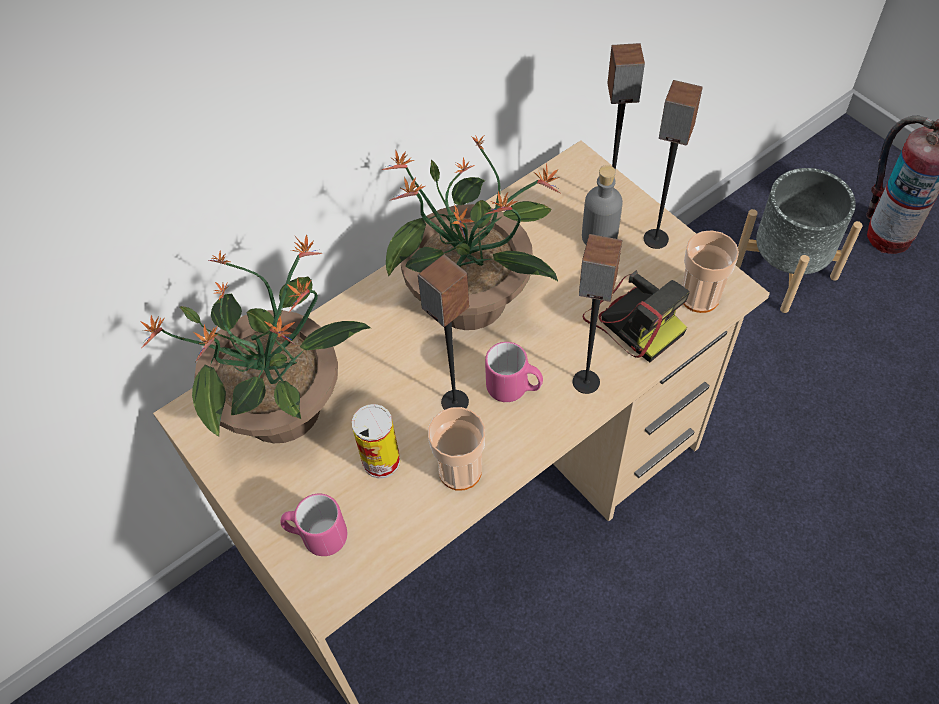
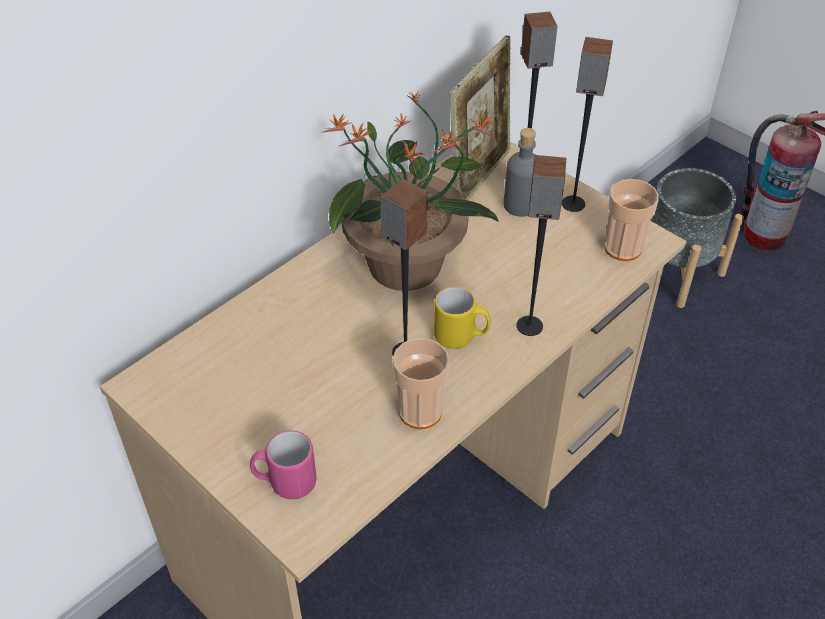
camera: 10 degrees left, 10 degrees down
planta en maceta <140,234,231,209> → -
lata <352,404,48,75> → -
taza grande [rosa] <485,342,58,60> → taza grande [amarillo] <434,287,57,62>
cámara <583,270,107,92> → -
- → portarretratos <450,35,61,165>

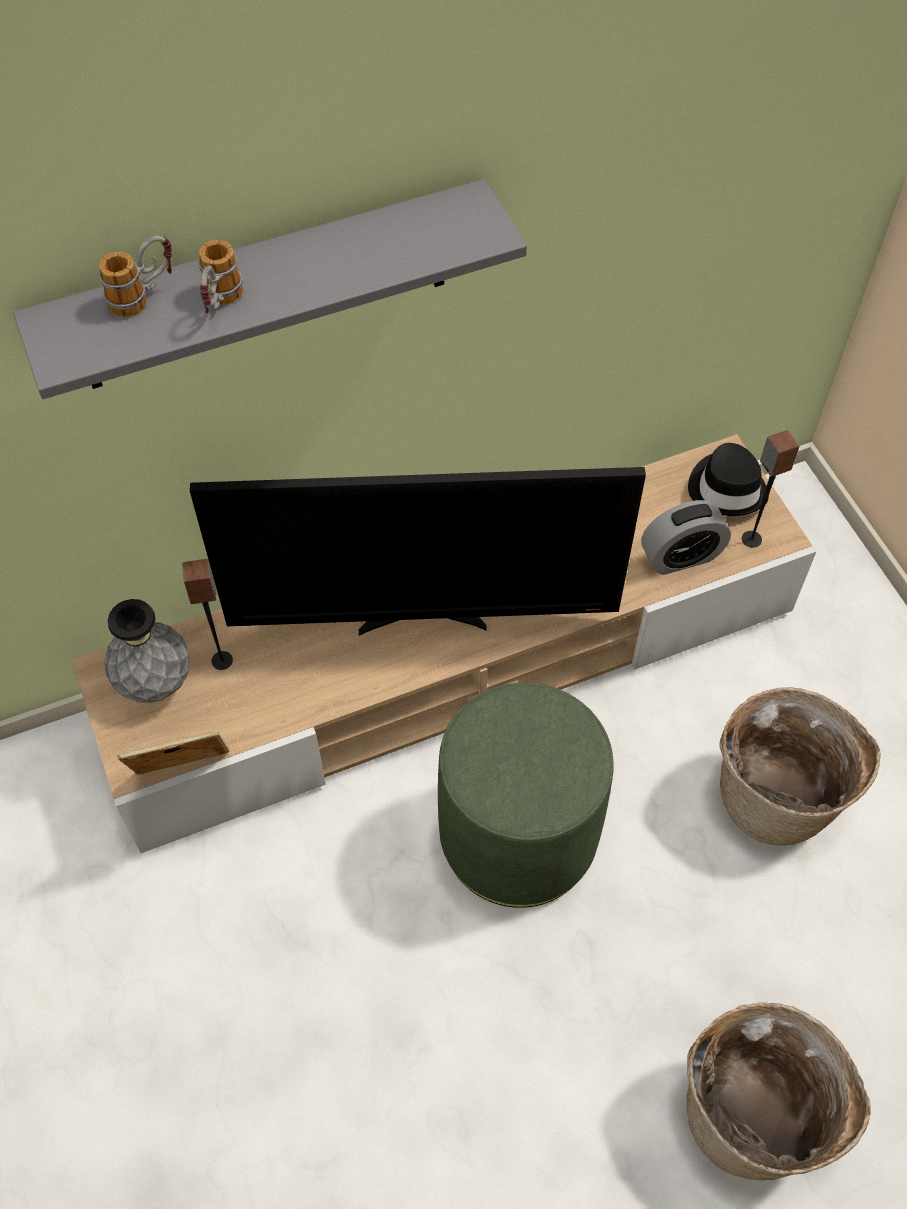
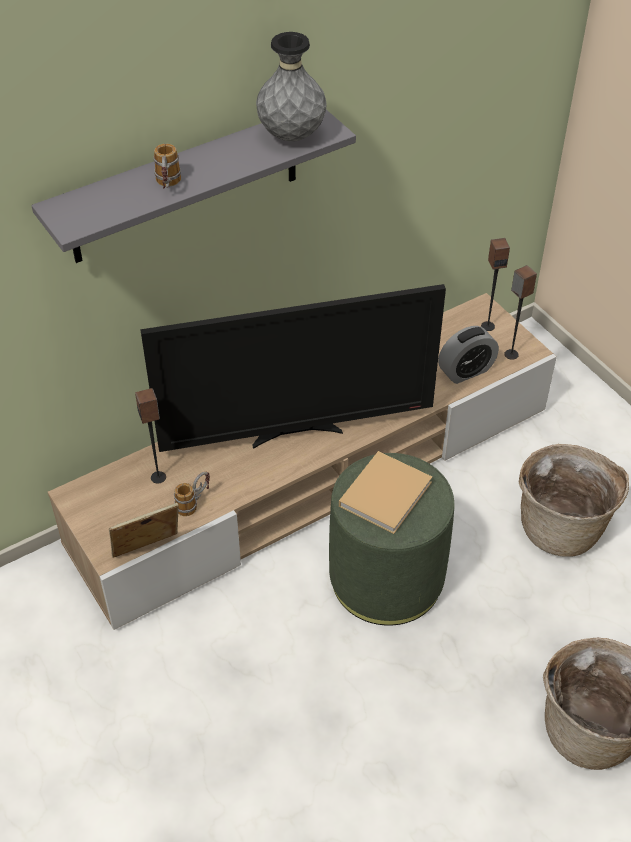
camera: 10 degrees left, 10 degrees down
taza grande <99,236,73,81> → taza grande <174,472,36,44>, moved
florero [gris] <105,599,85,104> → florero [gris] <256,32,71,110>, moved
sombrero [negro] <688,443,81,73> → altavoz <481,238,29,93>
- → libro [beis] <339,451,93,83>

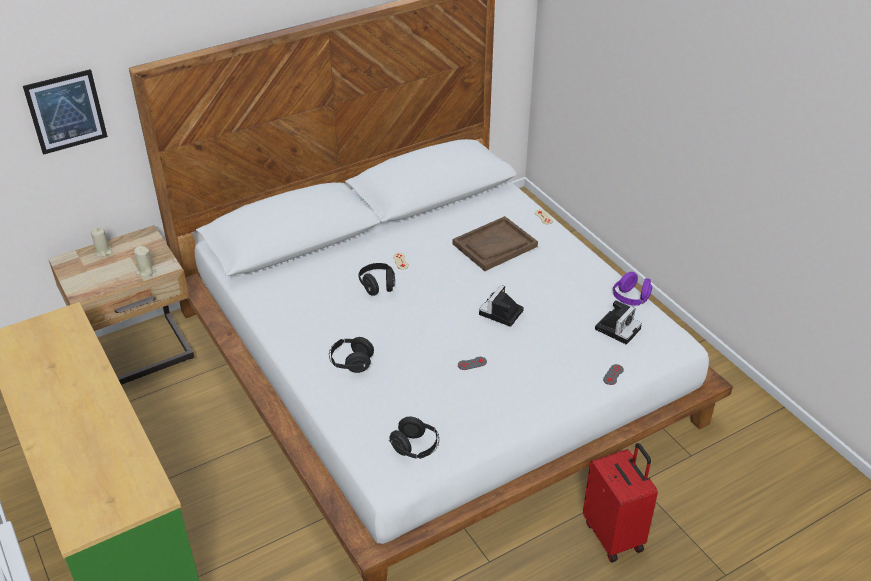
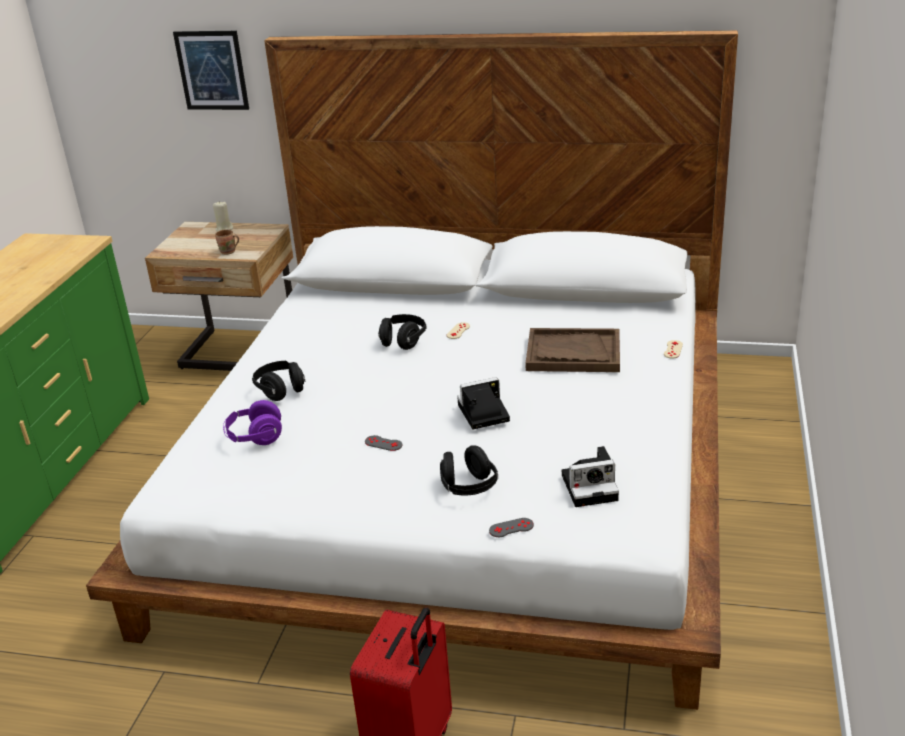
camera: 45 degrees right, 10 degrees down
vela [beis] <134,246,21,31> → taza grande [marrón] <215,229,24,26>
auriculares [negro] <389,417,50,42> → auriculares [negro] <440,445,58,51>, moved
auriculares [morado] <612,272,40,34> → auriculares [morado] <223,400,59,45>, moved

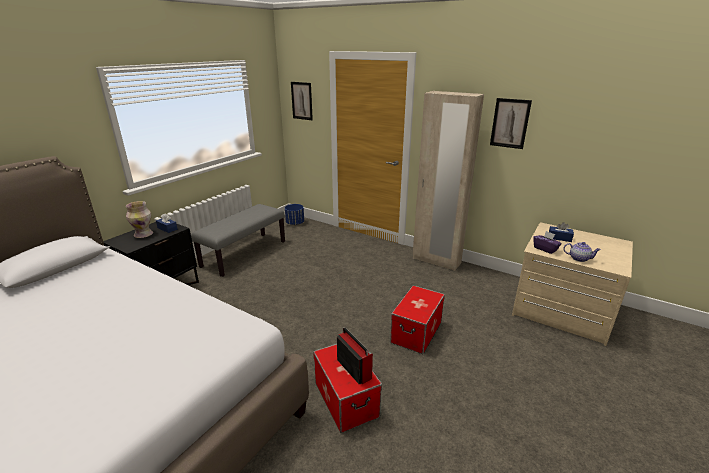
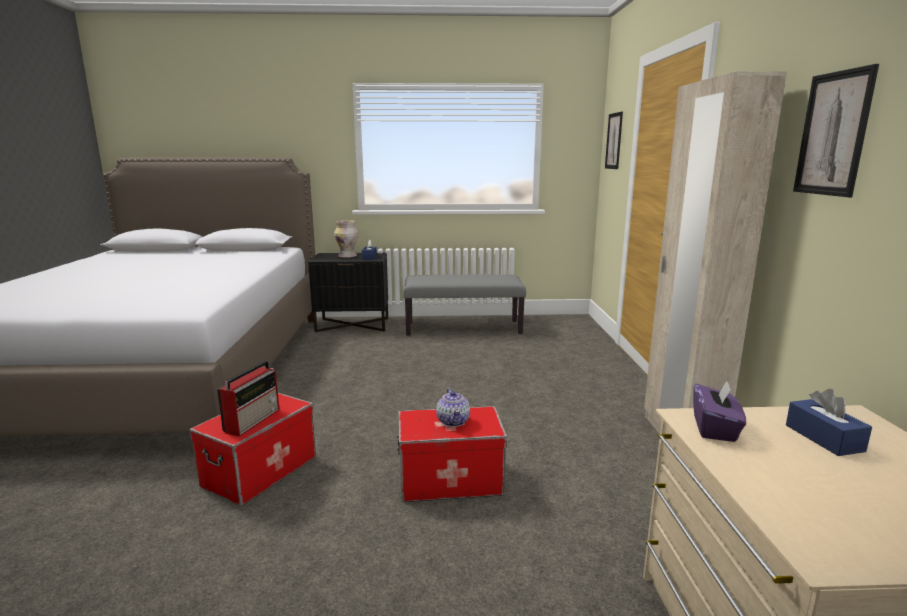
camera: 55 degrees right, 10 degrees down
maceta [azul] <285,204,19,21> → -
tetera <563,242,38,20> → tetera <436,389,34,38>, moved

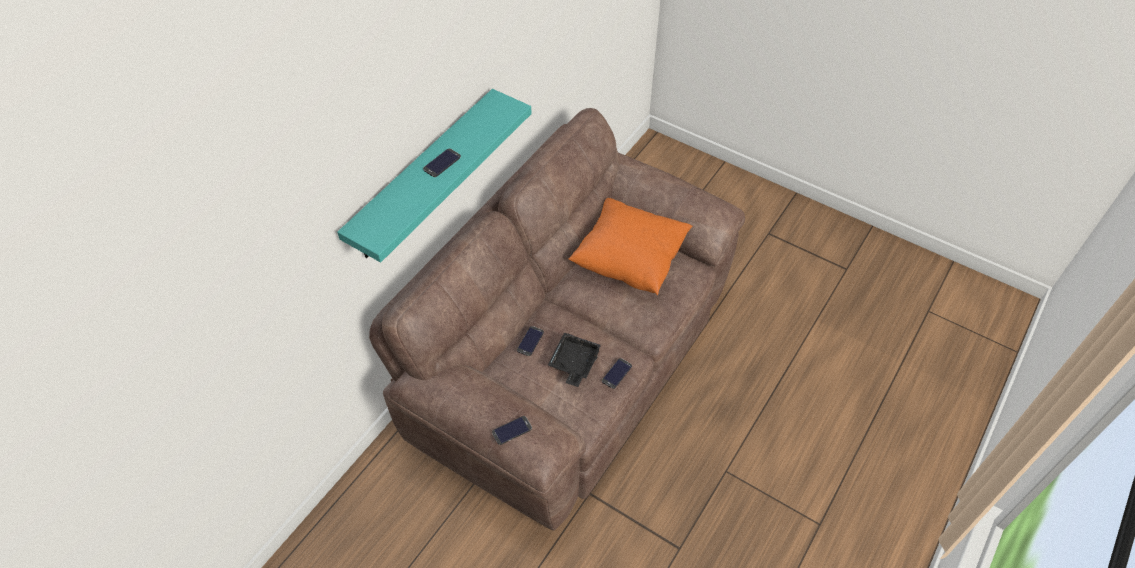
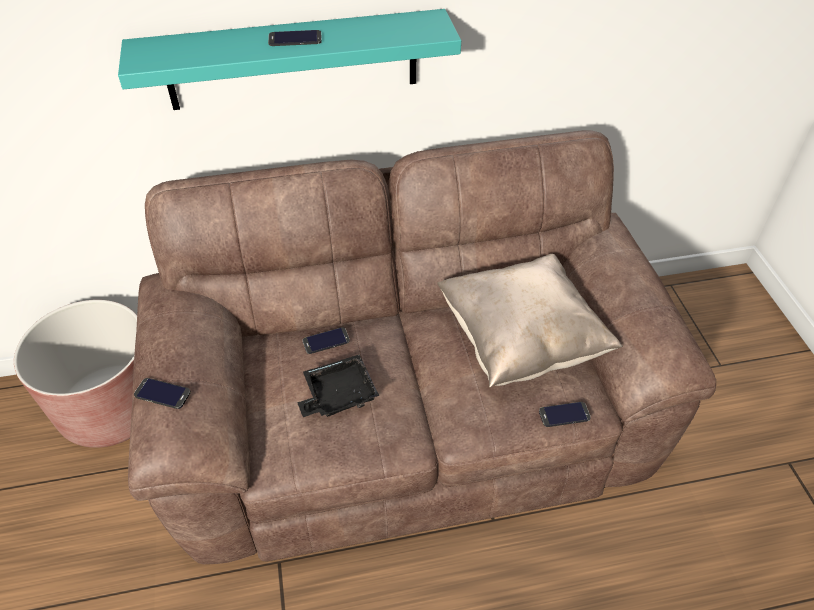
camera: 45 degrees right, 5 degrees down
cojín [naranja] <568,198,124,97> → cojín [beis] <437,254,186,134>
móvil <602,358,30,31> → móvil <539,402,52,25>, moved
- → maceta [marrón] <14,300,123,148>

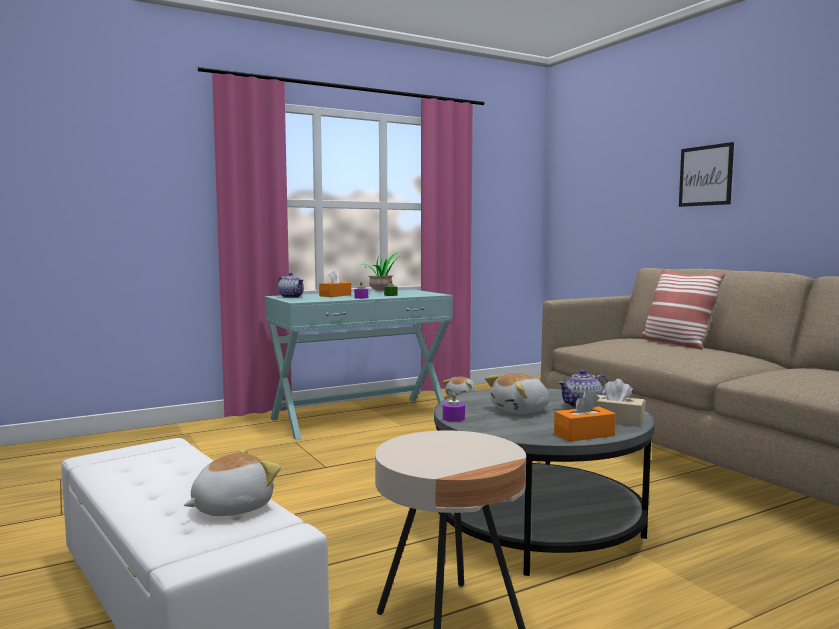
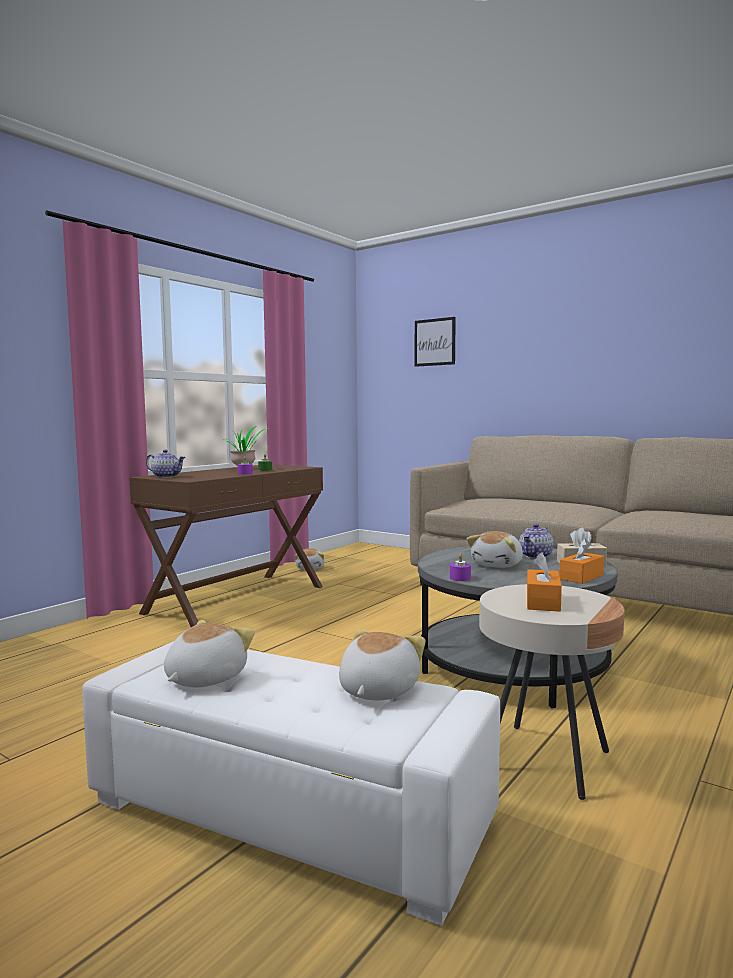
camera: 25 degrees left, 0 degrees up
mesa consola [turquesa] <265,290,188,150> → mesa consola [marrón] <129,465,194,162>
caja de pañuelos [naranja] <319,270,32,27> → caja de pañuelos [naranja] <527,552,35,60>, moved
cojín <641,269,84,81> → -
cuadro <679,142,55,65> → cuadro <415,317,41,50>, moved
- → peluche <164,620,91,68>

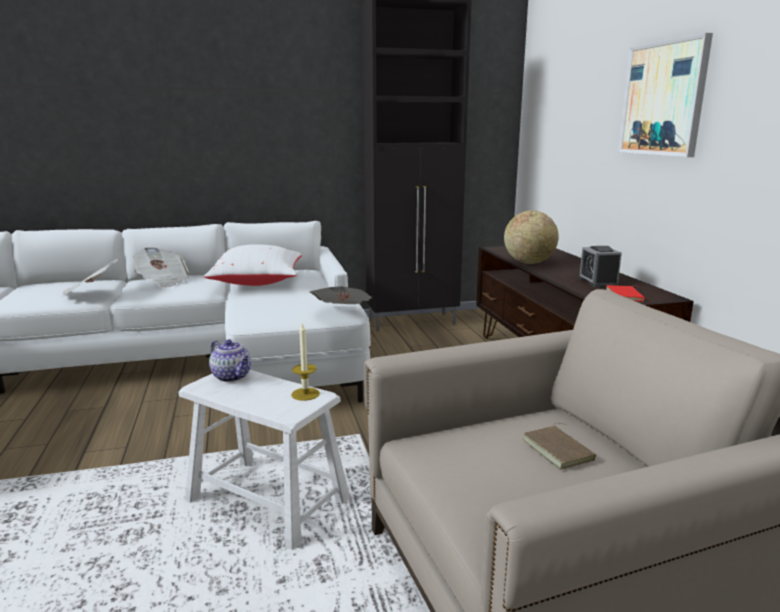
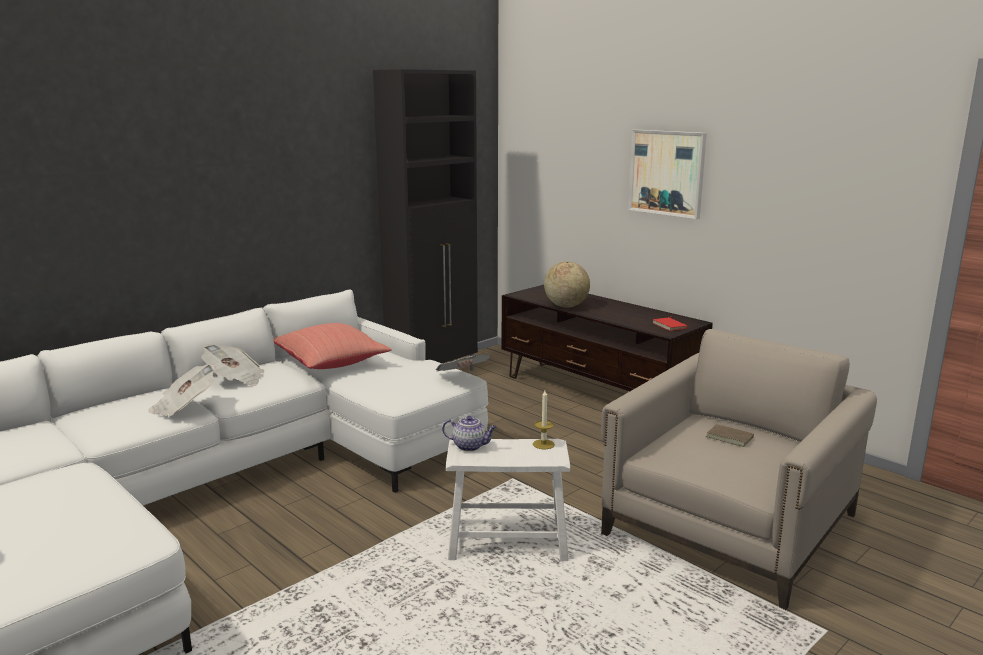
camera: 30 degrees left, 0 degrees up
cojín [blanco] <204,244,98,42> → cojín [rojo] <273,323,119,46>
despertador <579,246,43,41> → -

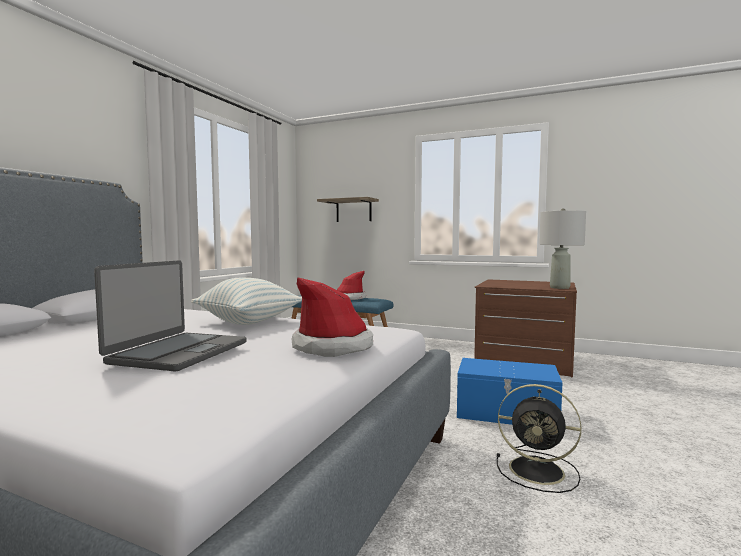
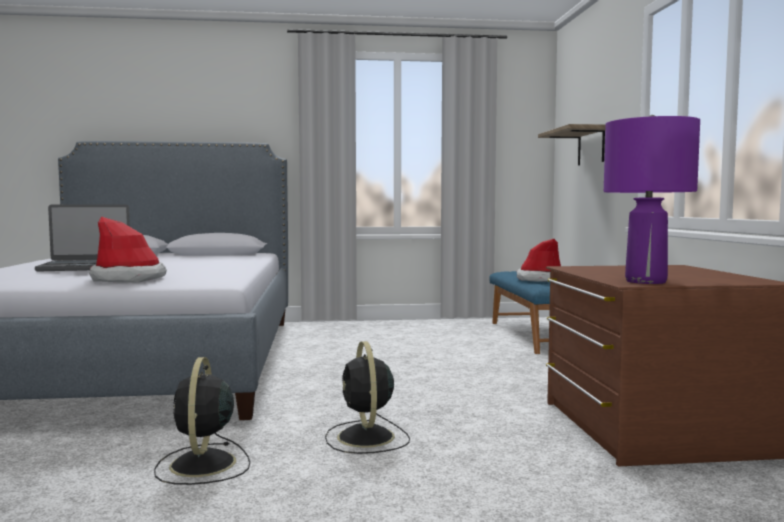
camera: 60 degrees right, 0 degrees up
cojín <191,278,111,47> → -
caja de almacenaje [azul] <457,358,106,67> → ventilador [negro] <325,341,85,113>
lámpara de mesa [gris] <539,208,47,81> → lámpara de mesa [morado] <604,115,96,169>

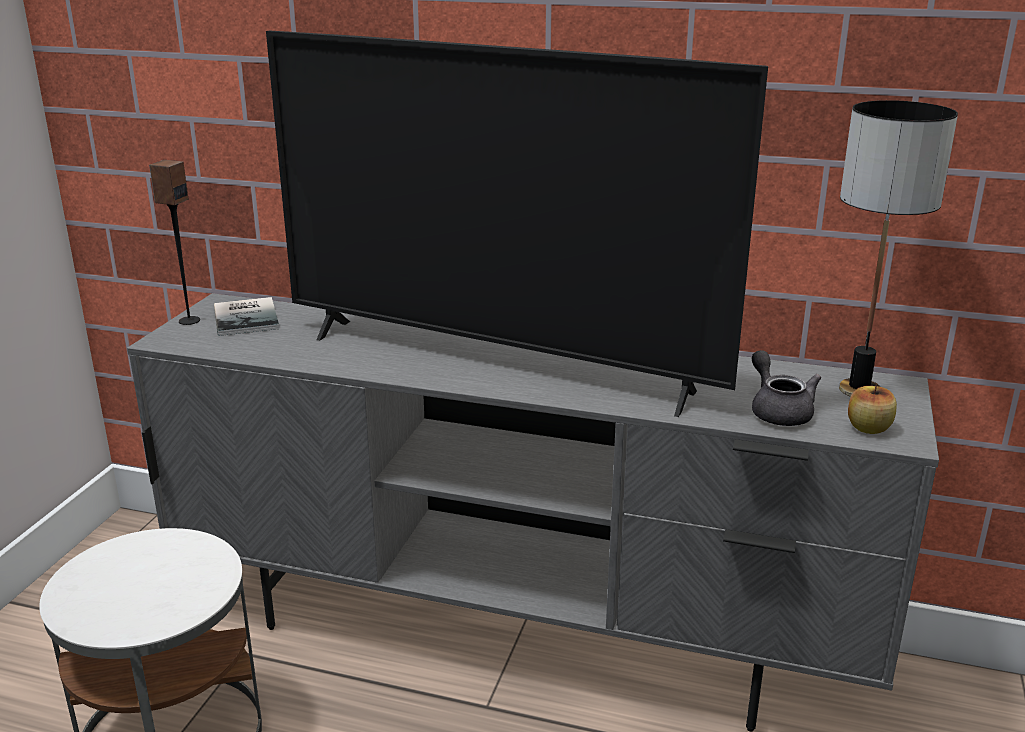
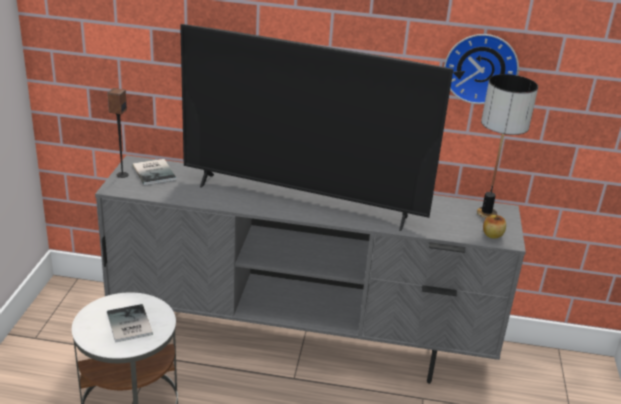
camera: 10 degrees left, 5 degrees up
tetera [gris] <752,350,69,76> → -
- → libro <107,304,46,39>
- → reloj de pared <444,34,75,70>

